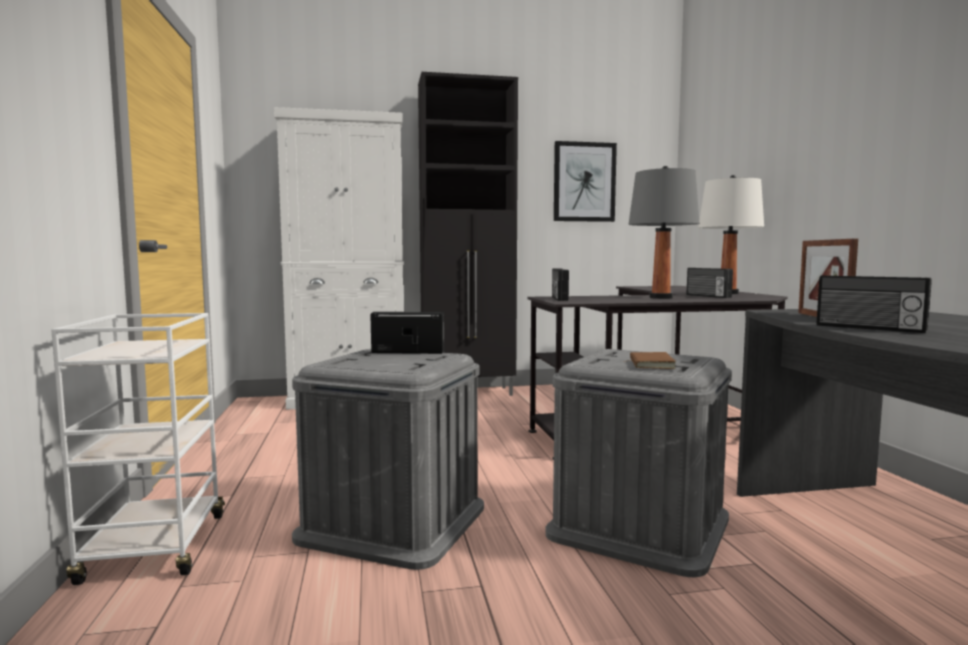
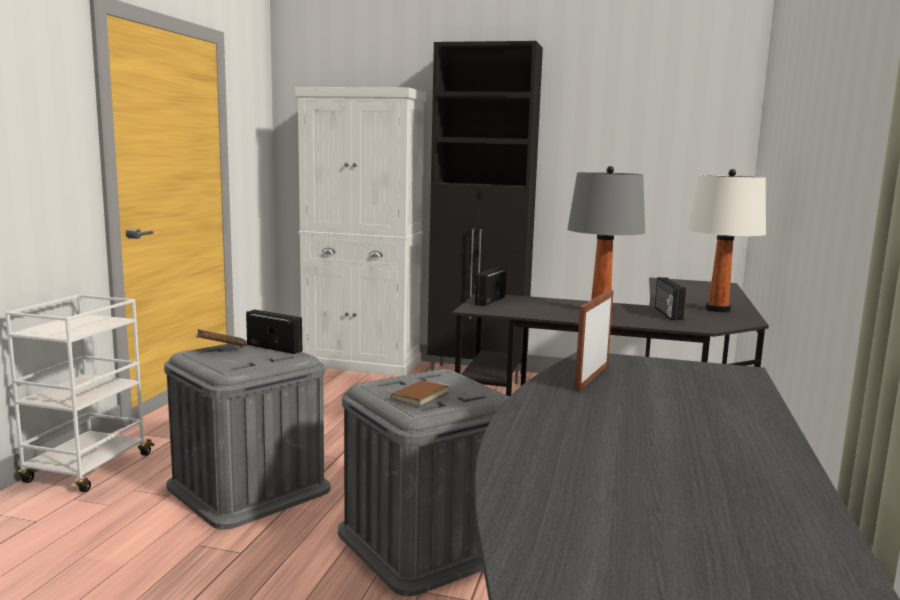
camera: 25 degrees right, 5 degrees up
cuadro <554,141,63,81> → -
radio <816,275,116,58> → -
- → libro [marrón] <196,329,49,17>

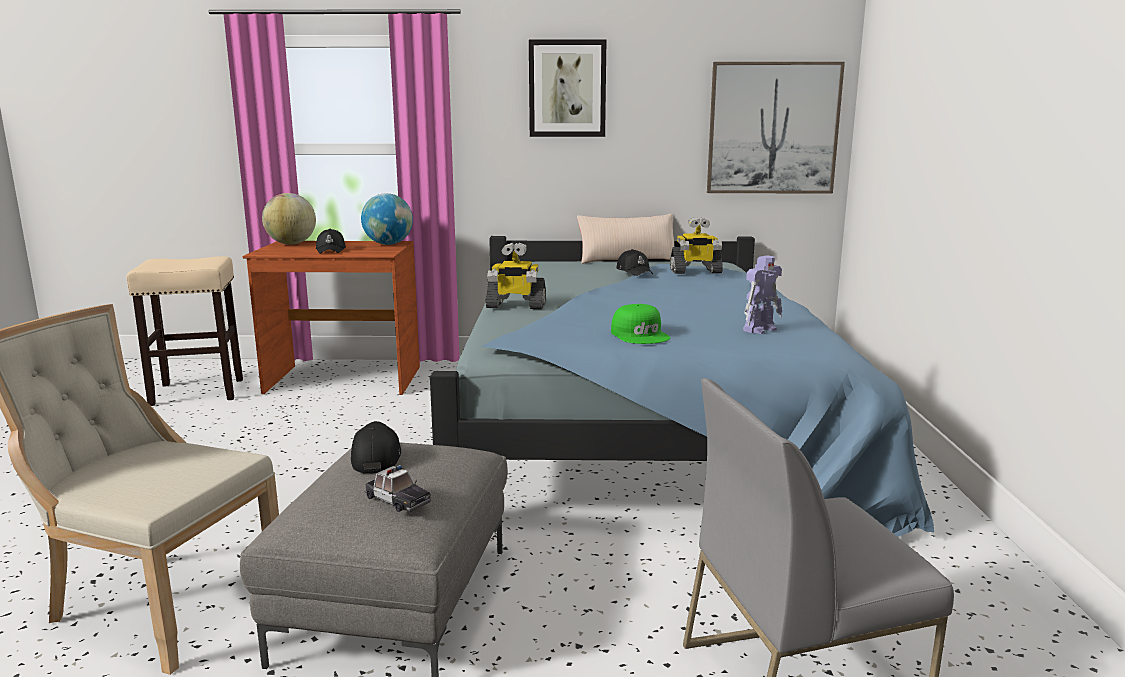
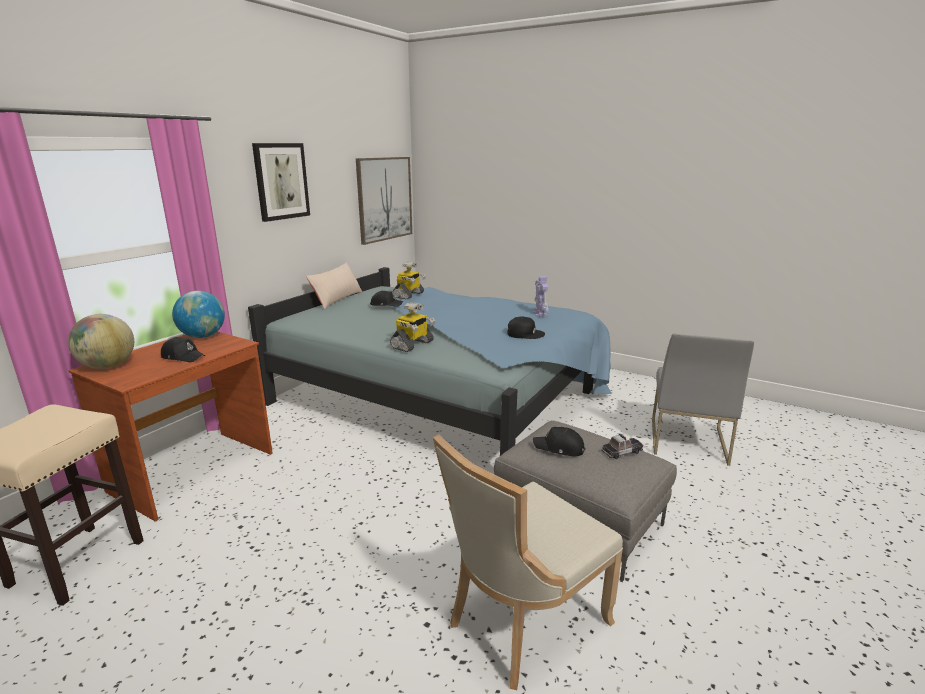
camera: 60 degrees left, 5 degrees up
gorra [verde] <611,304,59,40> → gorra [negro] <507,316,38,23>

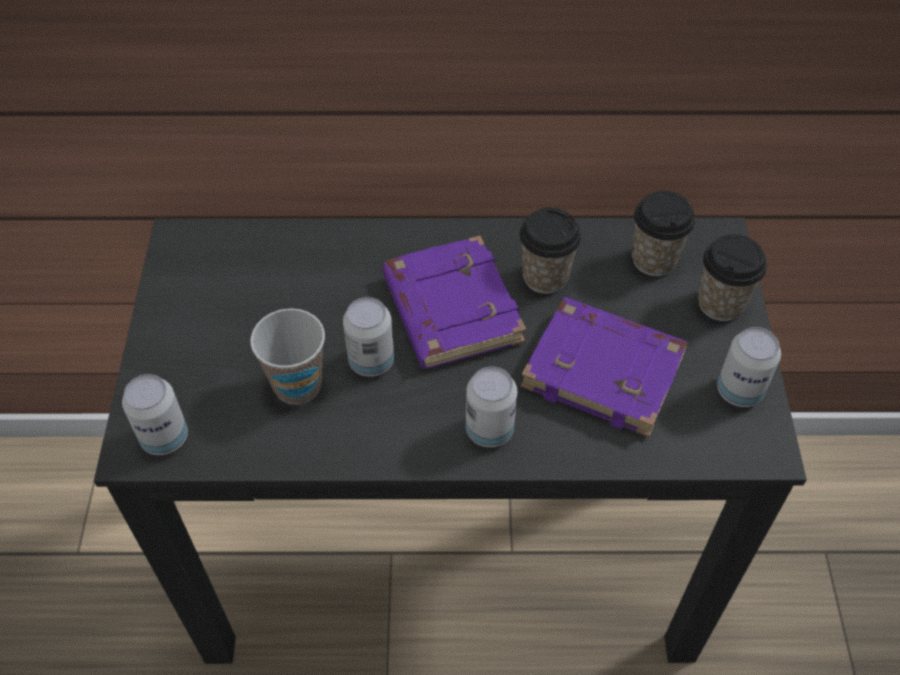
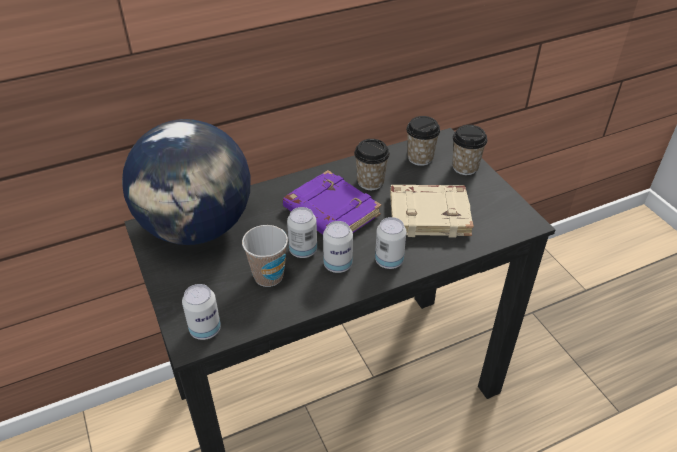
camera: 25 degrees left, 10 degrees down
libro [morado] <521,297,167,140> → libro [beis] <390,185,84,53>
lata <717,327,64,80> → lata <323,221,30,52>, moved
- → globo terráqueo <122,119,129,126>

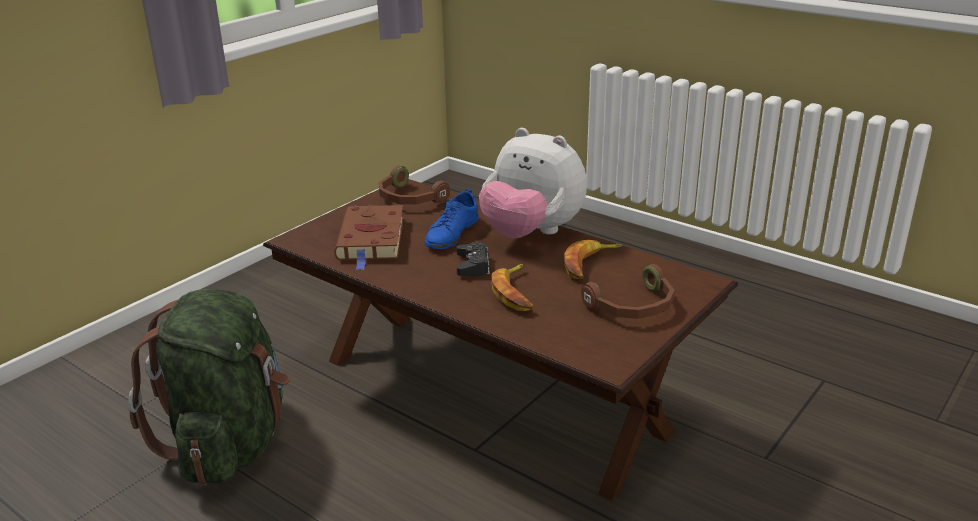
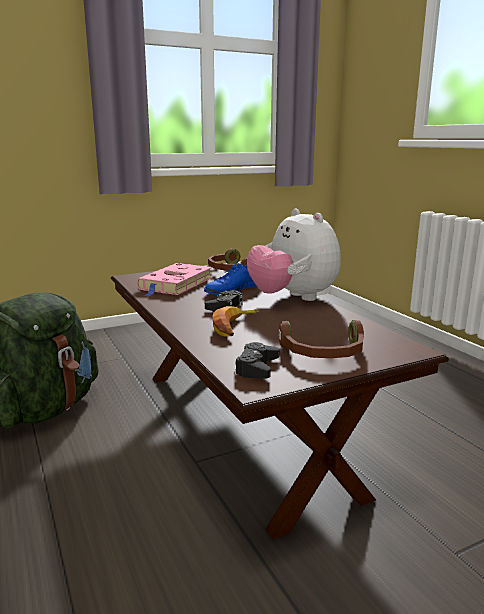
camera: 25 degrees right, 10 degrees down
libro [marrón] <334,205,70,65> → libro [rosa] <137,263,75,34>
plátano <564,240,58,39> → -
- → mando de consola [negro] <234,342,46,37>

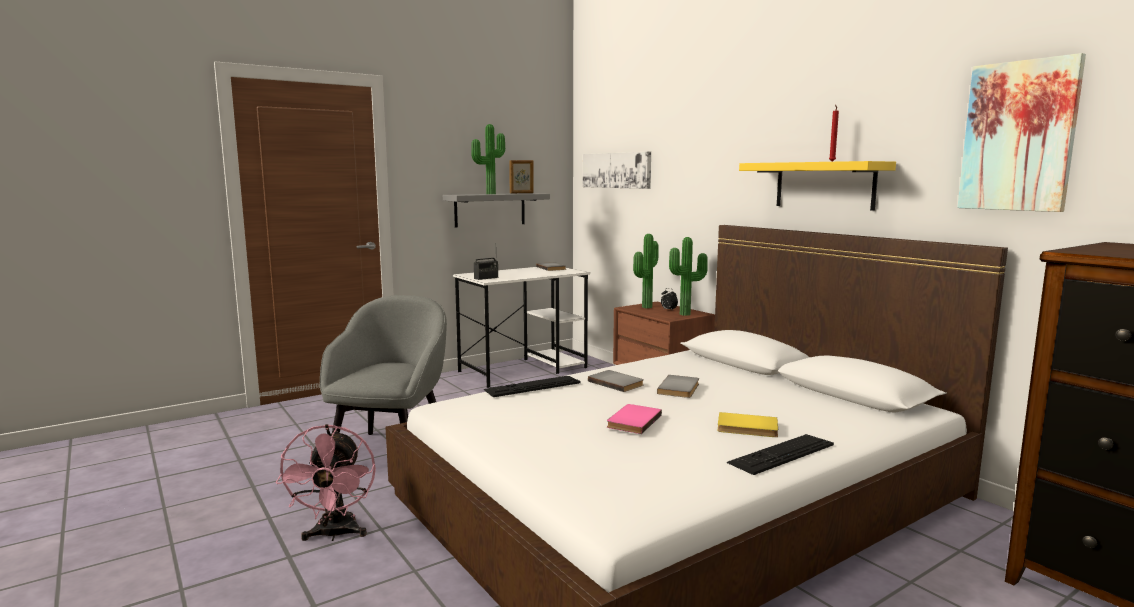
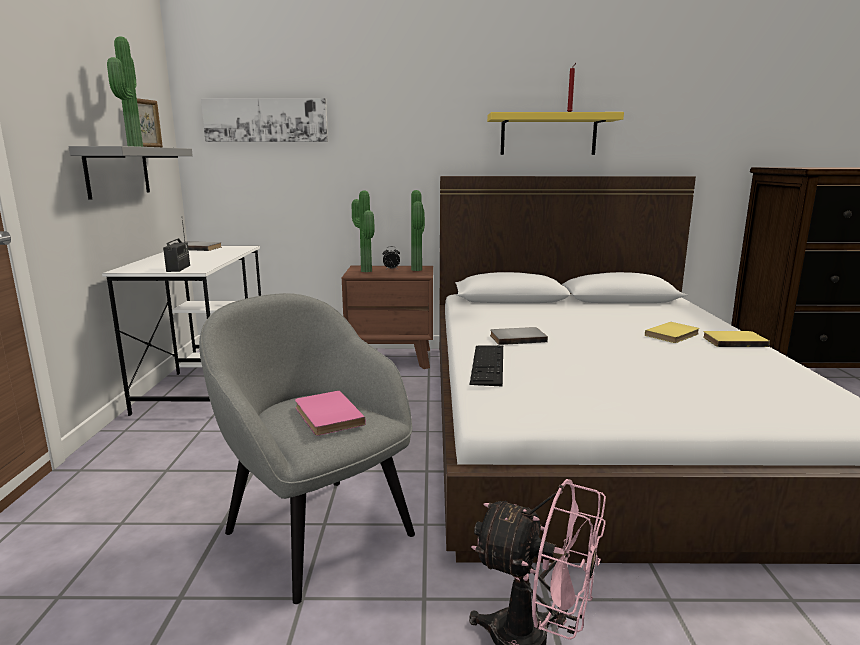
camera: 55 degrees left, 5 degrees up
libro [rosa] <607,404,55,30> → libro [rosa] <295,391,71,45>, moved
libro [gris] <657,375,42,23> → -
teclado <727,434,107,41> → libro [amarillo] <703,331,67,16>
cuadro <957,53,129,159> → -

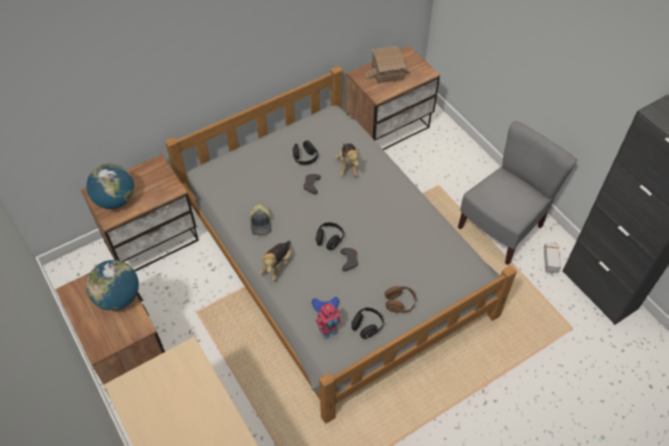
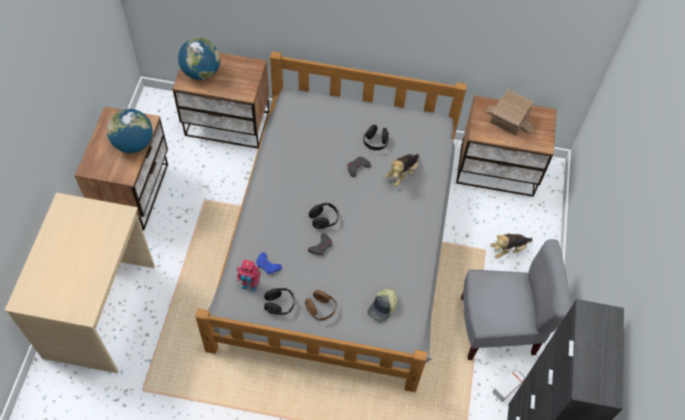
camera: 40 degrees right, 5 degrees up
gorra <249,204,23,31> → gorra <367,289,31,34>, moved
peluche <259,240,33,41> → peluche <490,233,43,26>, moved

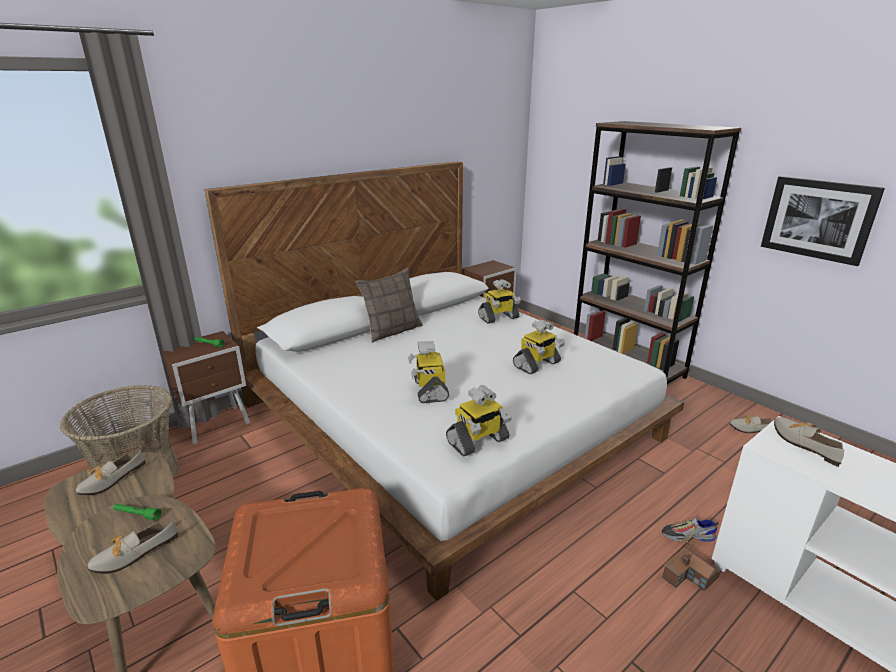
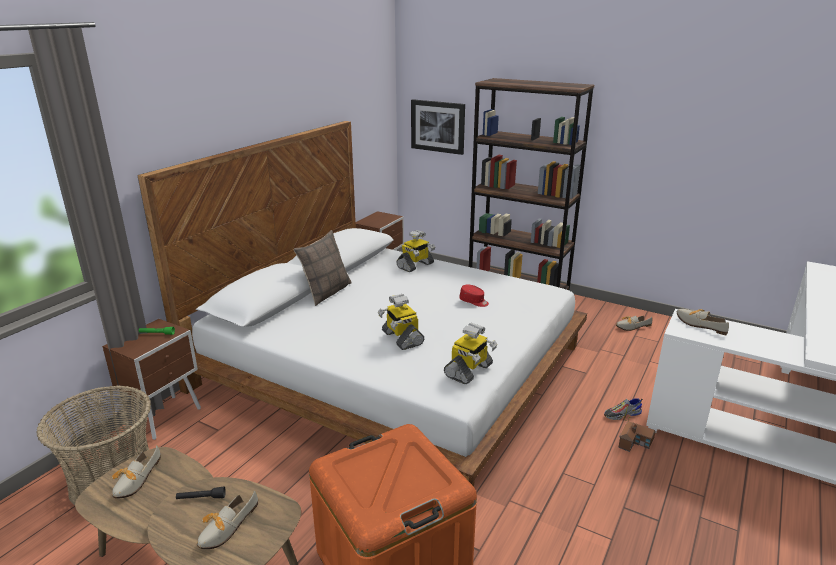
camera: 20 degrees left, 0 degrees up
linterna [verde] <113,504,48,17> → linterna [negro] <176,487,50,12>
robot de juguete <513,319,52,55> → gorra [rojo] <460,284,29,23>
cuadro <761,176,124,90> → cuadro <411,99,54,56>, moved

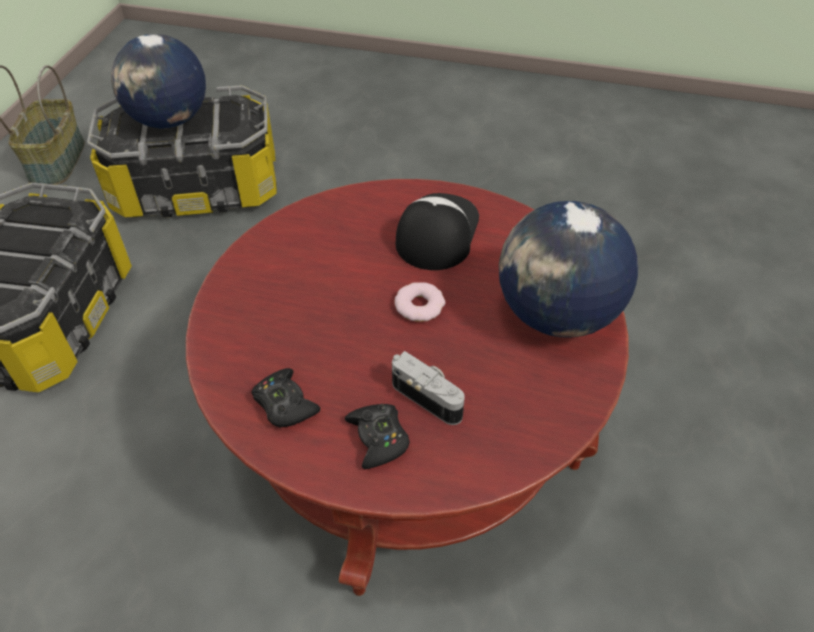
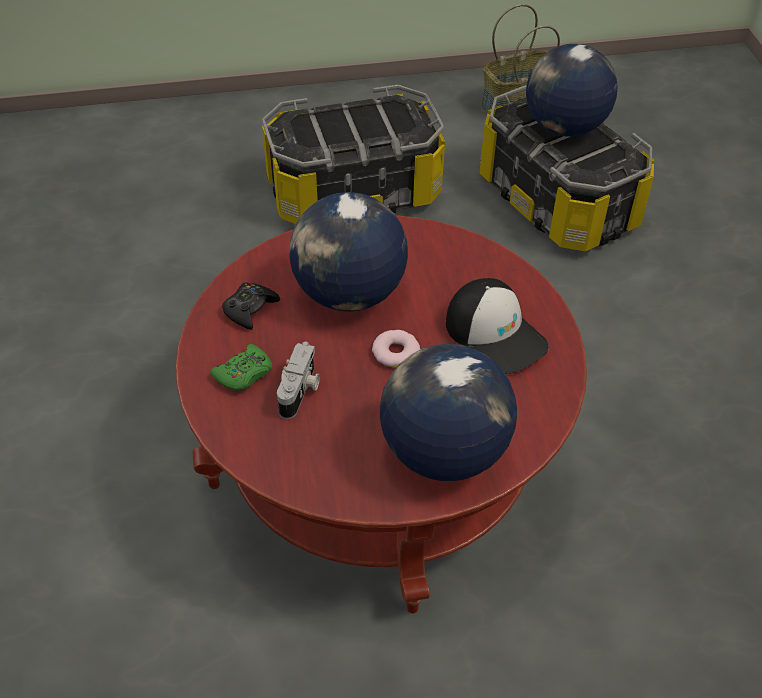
camera: 65 degrees right, 0 degrees up
mando de consola [negro] <345,404,65,65> → mando de consola [verde] <210,344,62,47>
gorra <396,193,83,77> → gorra <446,278,103,96>, 60 degrees clockwise
- → globo terráqueo <289,192,119,120>

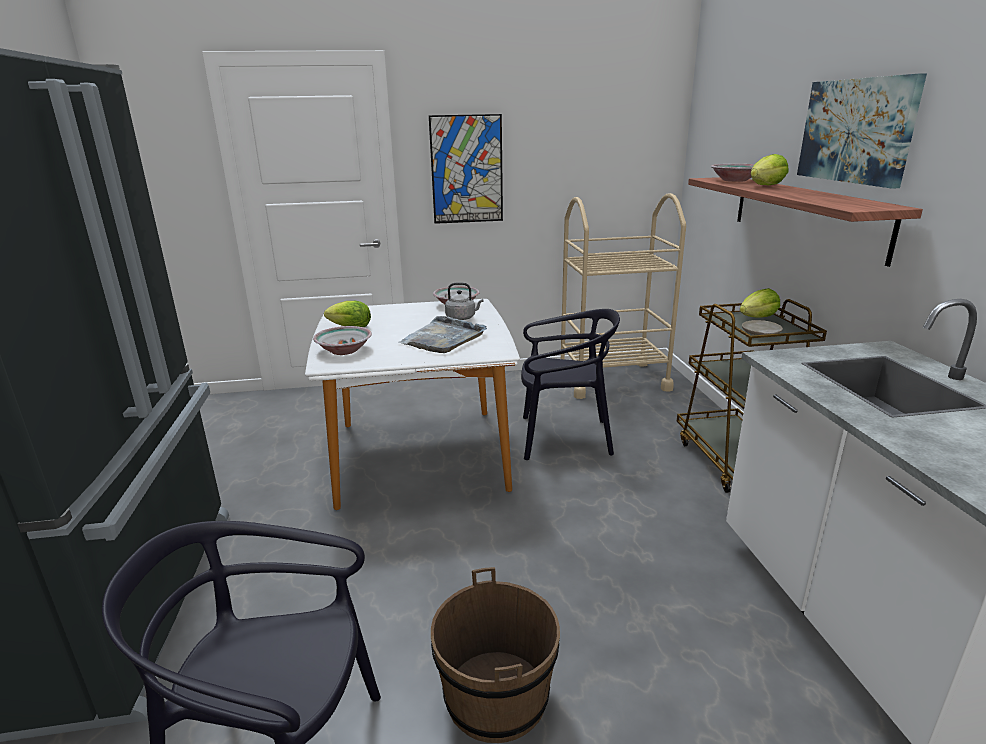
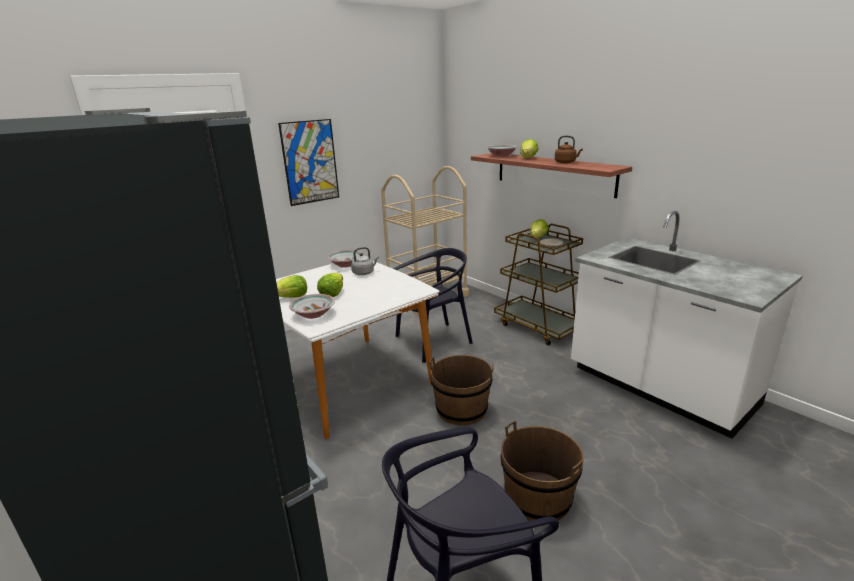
camera: 30 degrees left, 0 degrees up
bandeja [gris] <399,316,88,37> → -
cuadro <797,73,130,116> → -
- → lechuga <317,272,26,25>
- → cubo [marrón] <429,355,65,70>
- → hervidor [marrón] <555,136,28,27>

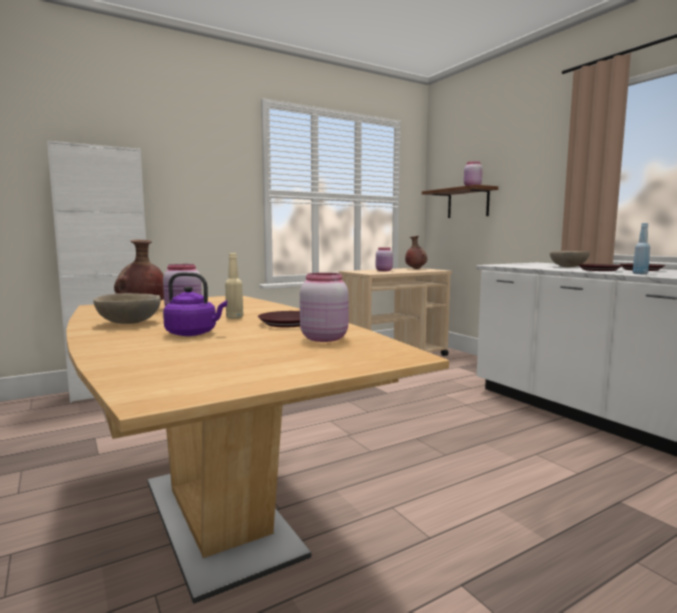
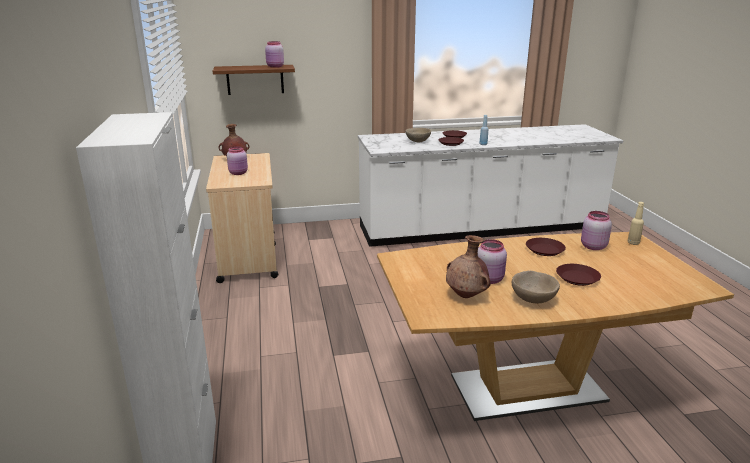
camera: 70 degrees left, 15 degrees up
hervidor [morado] <163,272,64,64> → plato [marrón] <556,264,45,22>
botella [beis] <225,253,18,66> → botella [beis] <628,202,16,43>, moved

